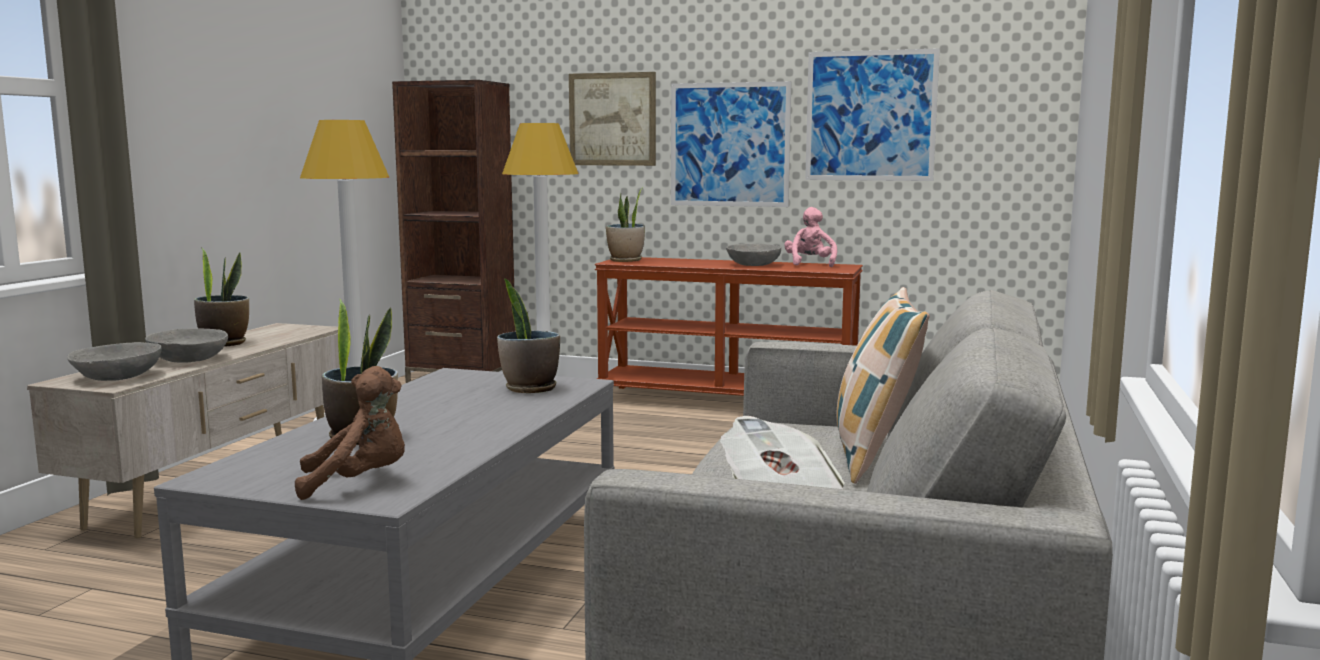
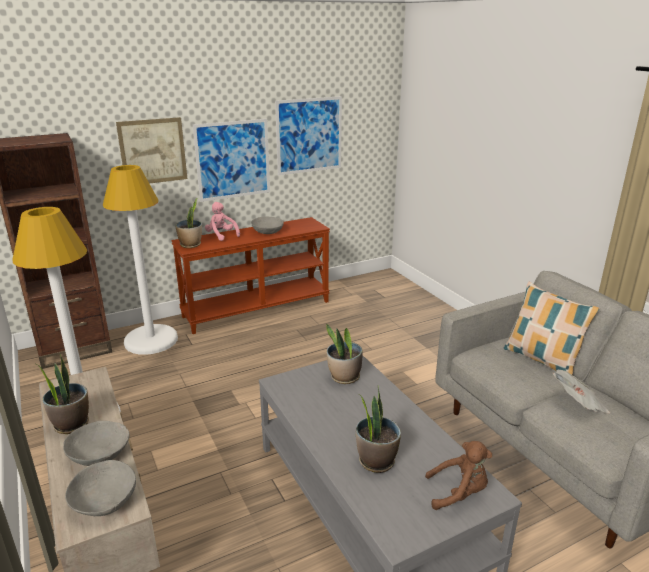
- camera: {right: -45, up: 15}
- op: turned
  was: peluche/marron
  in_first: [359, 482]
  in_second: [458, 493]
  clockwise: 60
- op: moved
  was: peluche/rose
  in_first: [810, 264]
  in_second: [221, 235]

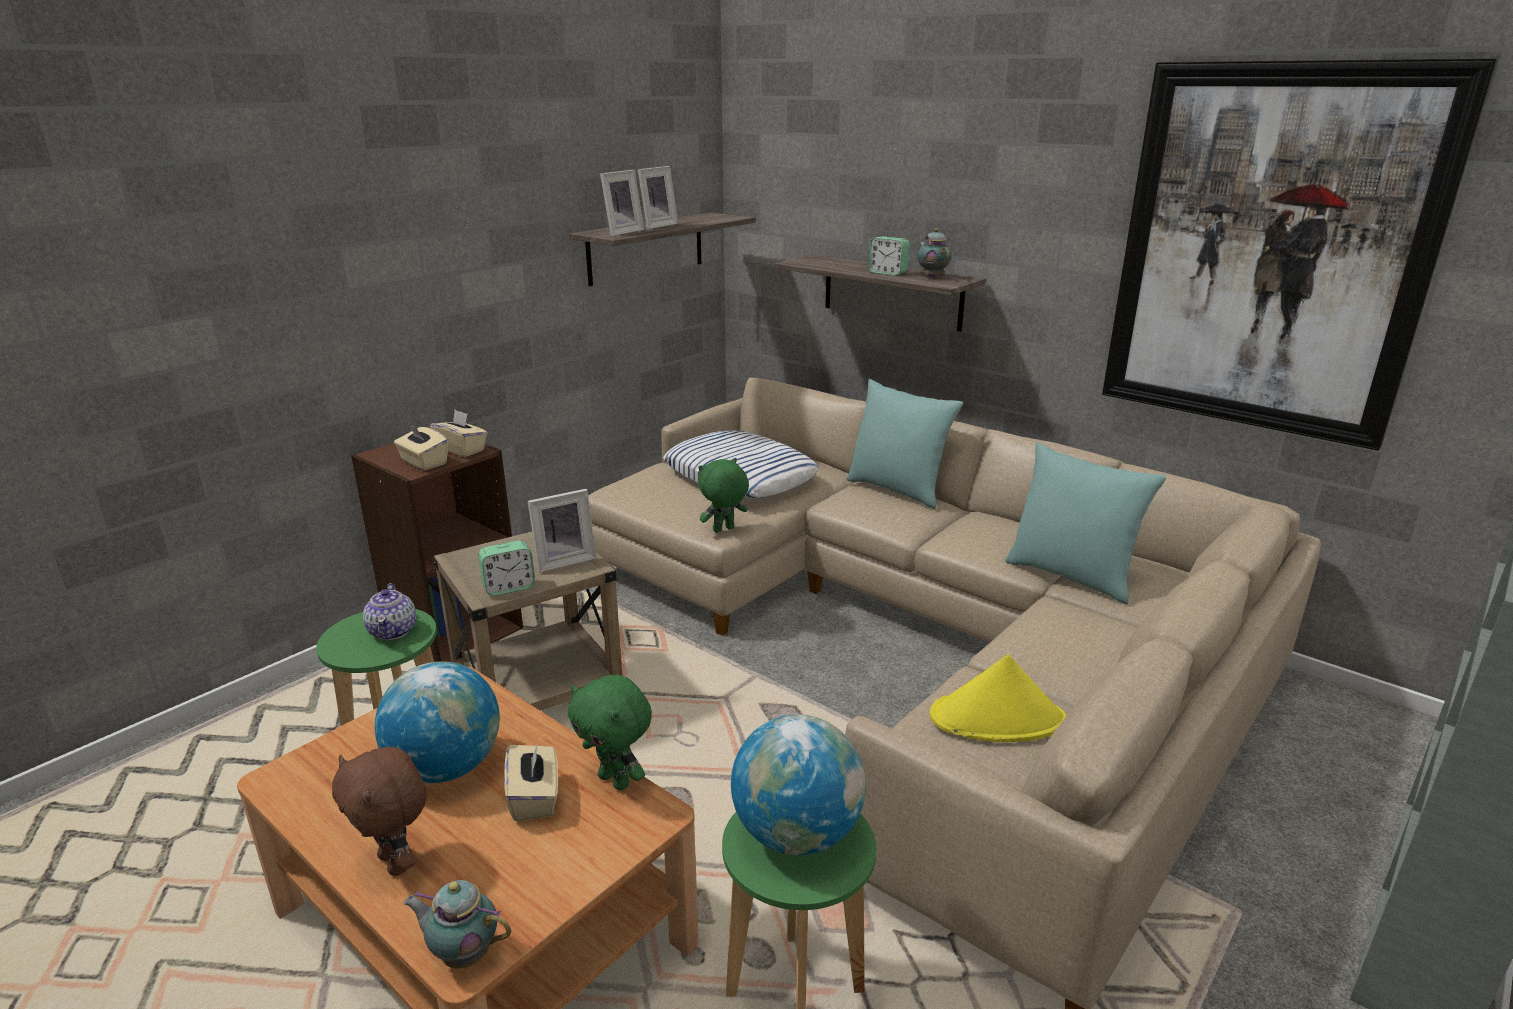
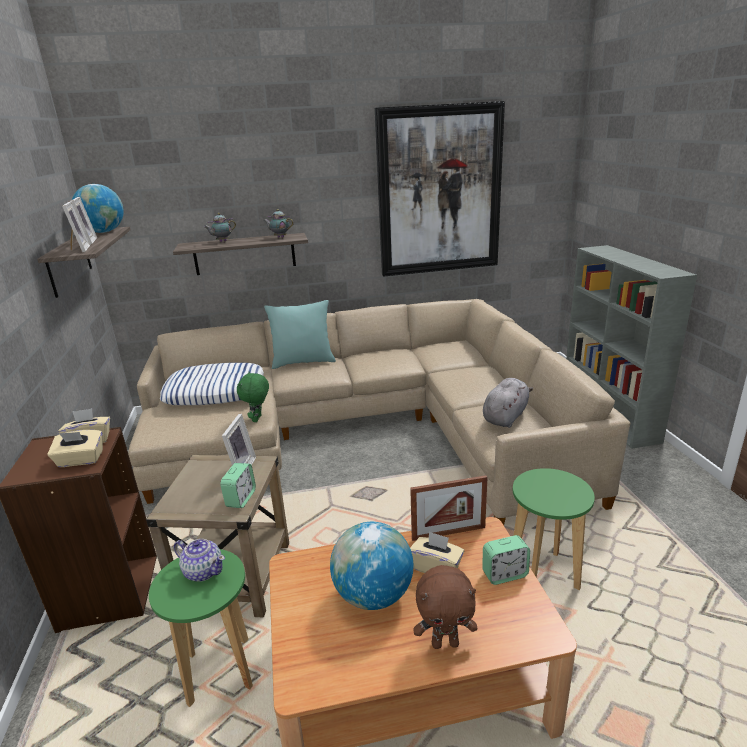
- camera: {right: -50, up: 0}
- op: moved
  was: théière
  in_first: [463, 954]
  in_second: [222, 241]
- op: replaced
  was: peluche/vert
  now: cadre photo
  in_first: [616, 780]
  in_second: [448, 533]
- op: moved
  was: globe
  in_first: [797, 834]
  in_second: [103, 232]
- op: moved
  was: réveil
  in_first: [887, 273]
  in_second: [504, 574]
- op: replaced
  was: chapeau/jaune
  now: peluche/gris
  in_first: [997, 719]
  in_second: [505, 416]
- op: removed
  was: coussin/turquoise
  in_first: [1071, 576]

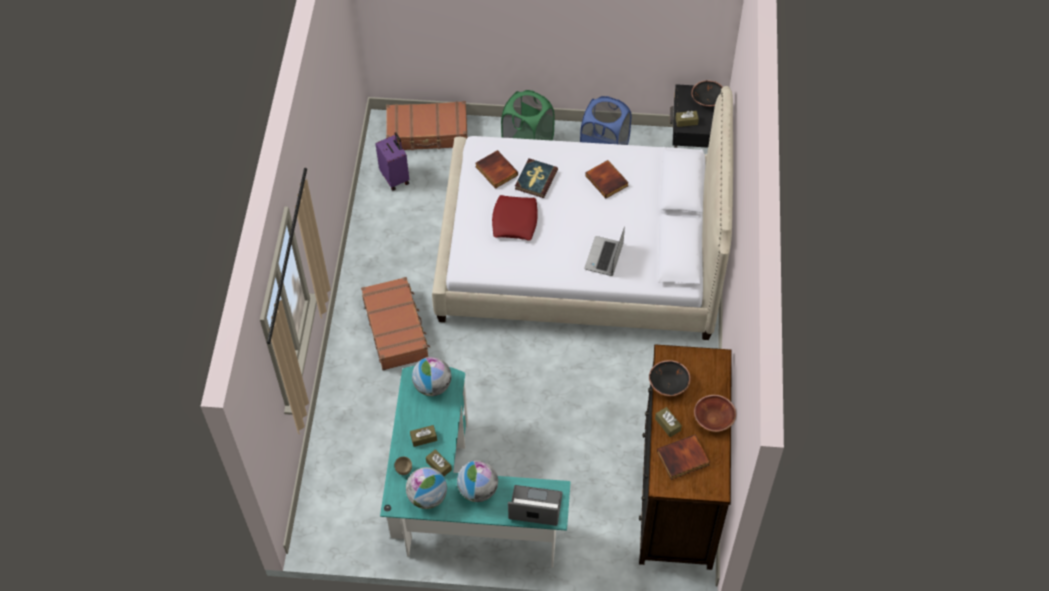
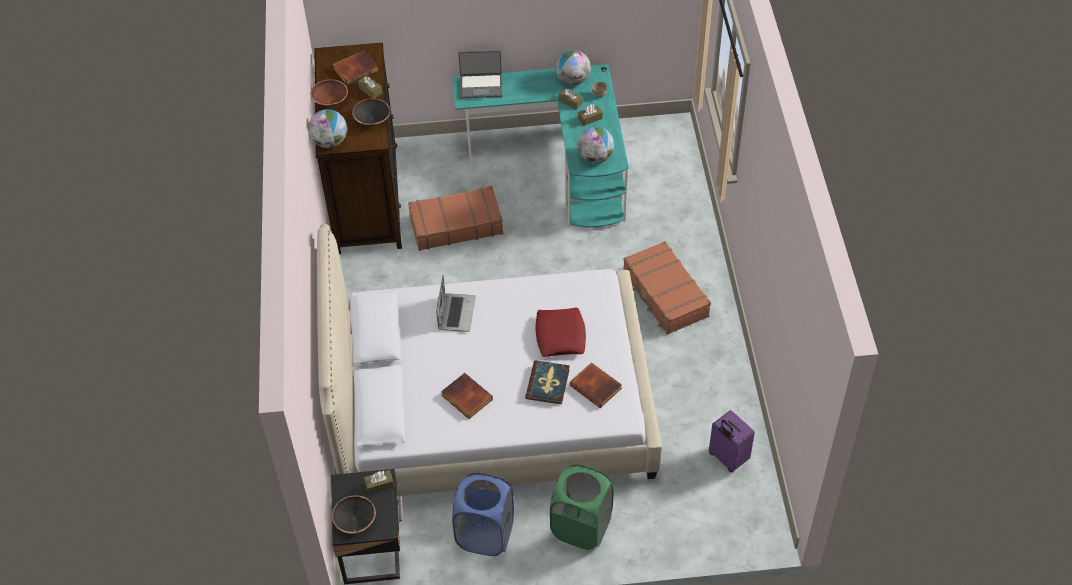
- camera: {right: 170, up: -5}
- op: moved
  was: valise/marron
  in_first: [427, 133]
  in_second: [455, 225]
- op: moved
  was: globe
  in_first: [478, 490]
  in_second: [330, 142]

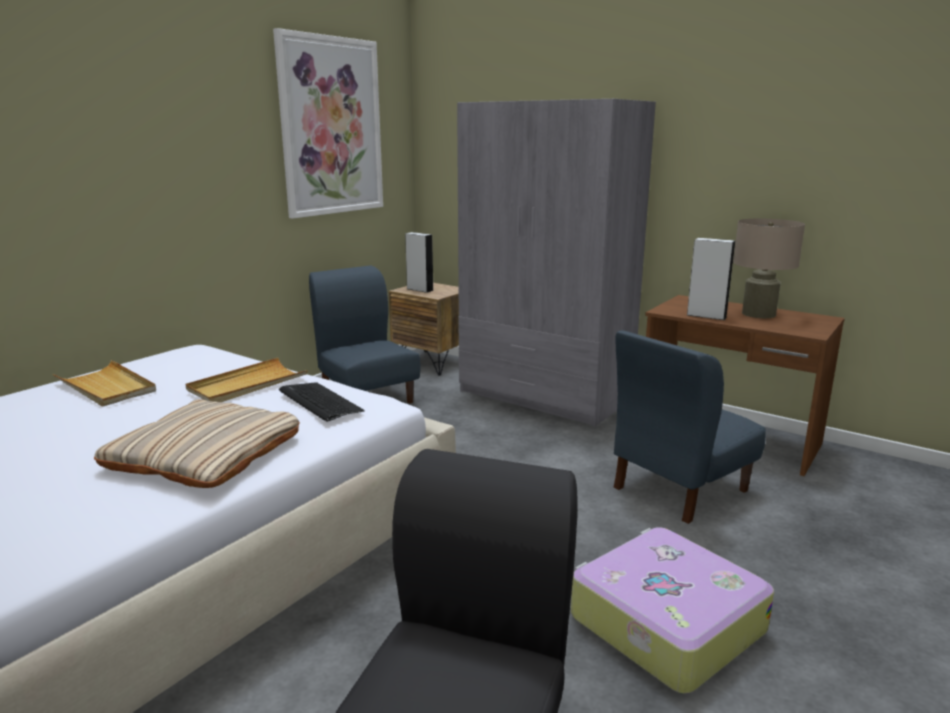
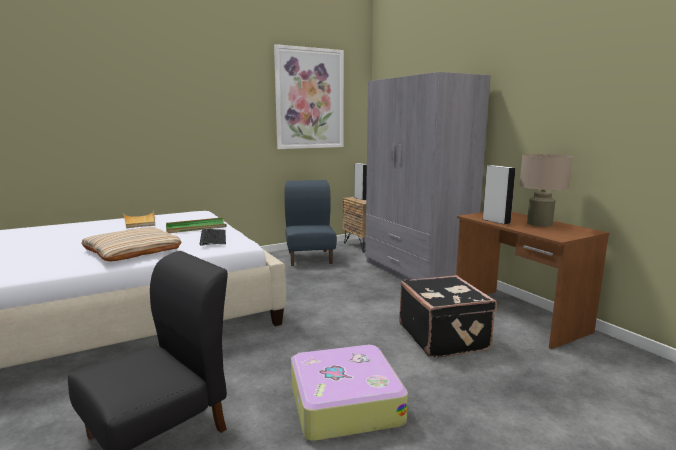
- camera: {right: 25, up: -5}
- op: recoloured
  was: plateau/beige
  now: plateau/vert
  in_first: [247, 385]
  in_second: [196, 228]
- op: replaced
  was: chaise/bleu
  now: valise/noir
  in_first: [678, 489]
  in_second: [444, 337]

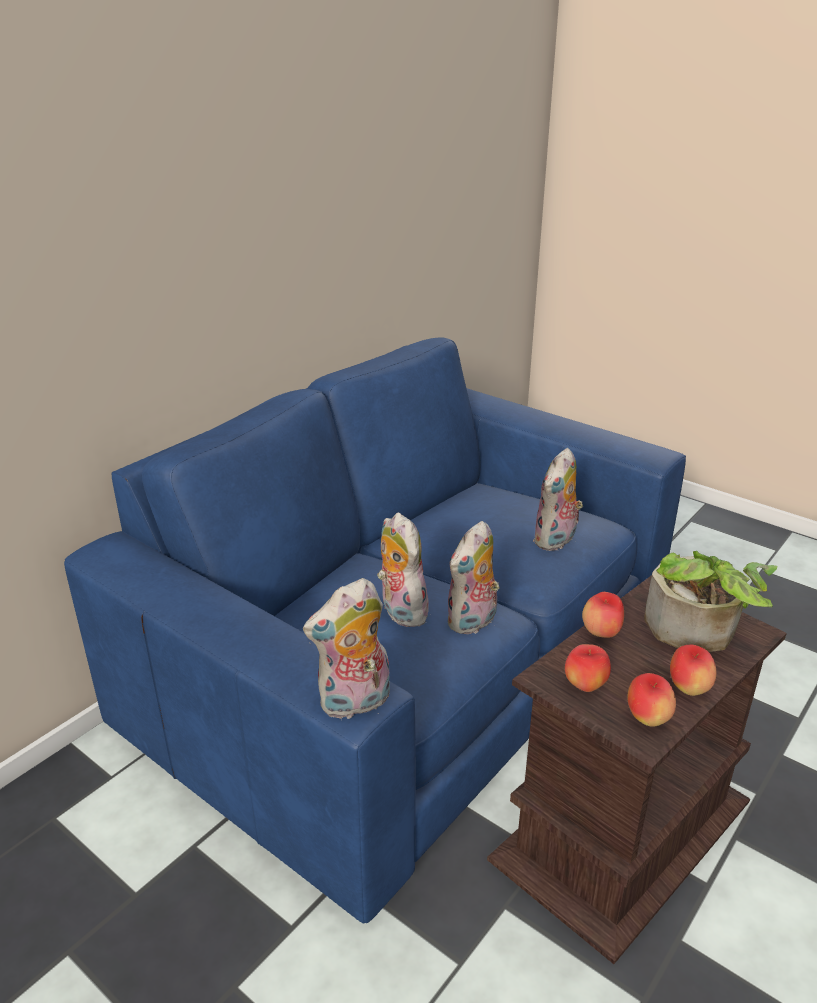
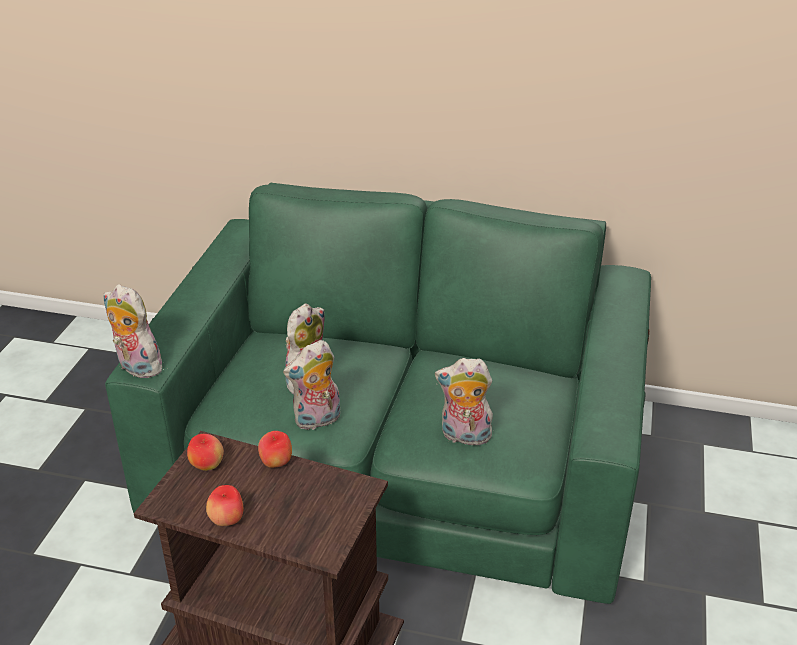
- camera: {right: 65, up: 5}
- op: recoloured
  was: canapé/bleu
  now: canapé/vert
  in_first: [408, 661]
  in_second: [400, 458]
- op: turned
  was: peluche
  in_first: [473, 623]
  in_second: [317, 421]
  clockwise: -45
- op: removed
  was: pomme
  in_first: [647, 719]
- op: removed
  was: plante en pot
  in_first: [697, 633]

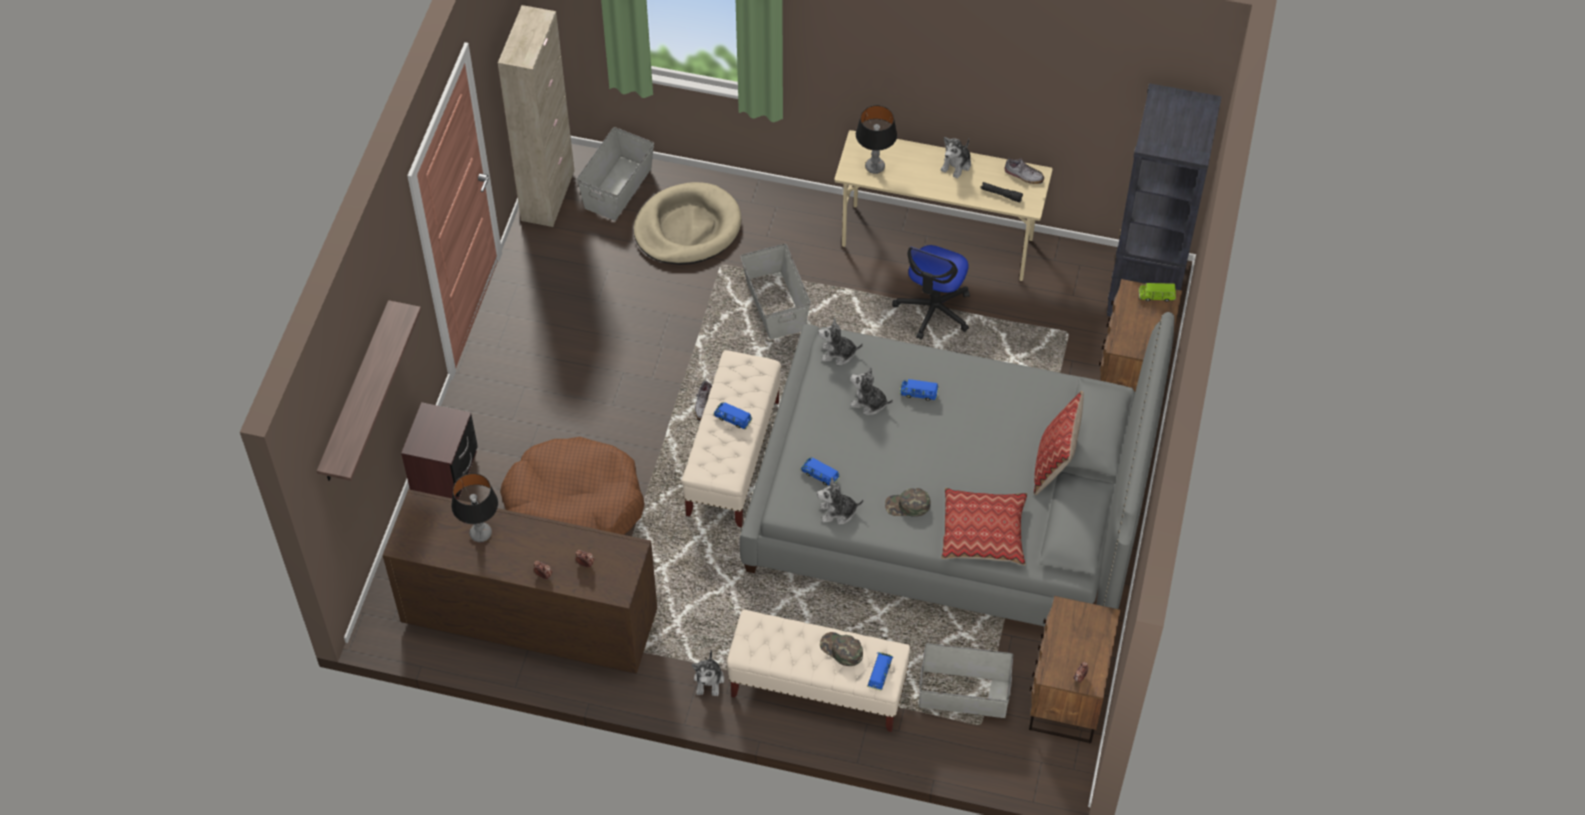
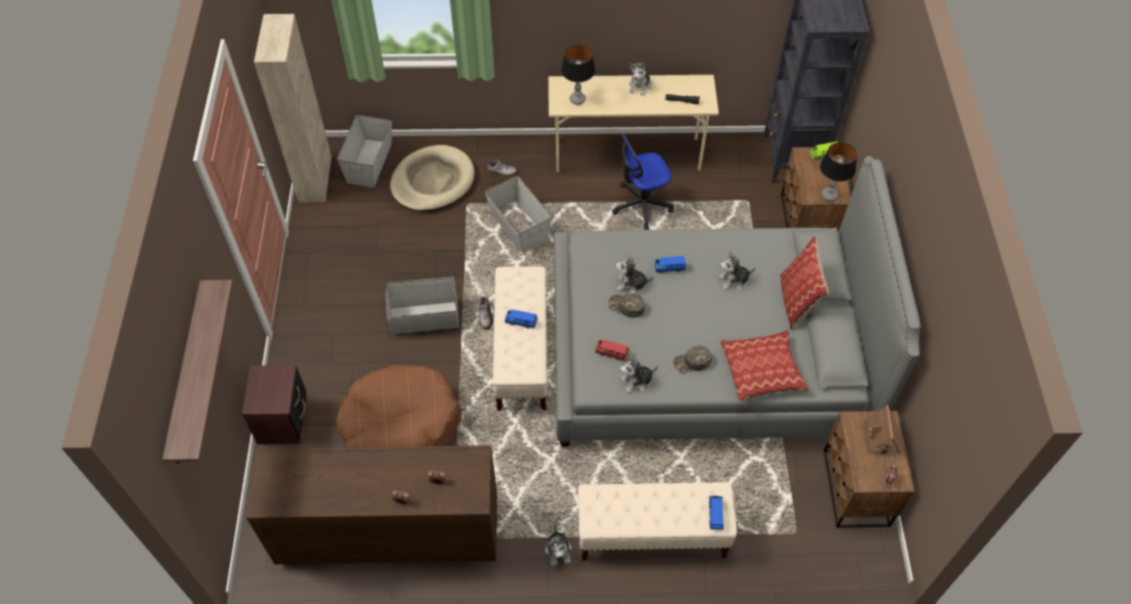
- camera: {right: -15, up: 0}
- op: moved
  was: lampe de table
  in_first: [481, 533]
  in_second: [829, 195]
- op: recoloured
  was: petite voiture/bleu
  now: petite voiture/rouge
  in_first: [820, 475]
  in_second: [611, 353]
- op: moved
  was: peluche
  in_first: [838, 353]
  in_second: [733, 280]
- op: moved
  was: casquette/vert
  in_first: [841, 650]
  in_second: [626, 306]
- op: turned
  was: chaise de bureau
  in_first: [933, 310]
  in_second: [641, 205]
  clockwise: 60
- op: moved
  was: boîte de rangement/gris
  in_first: [963, 694]
  in_second: [424, 317]
- op: moved
  was: chaussure
  in_first: [1023, 175]
  in_second: [501, 171]
- op: added
  now: maison miniature
  in_second: [881, 441]

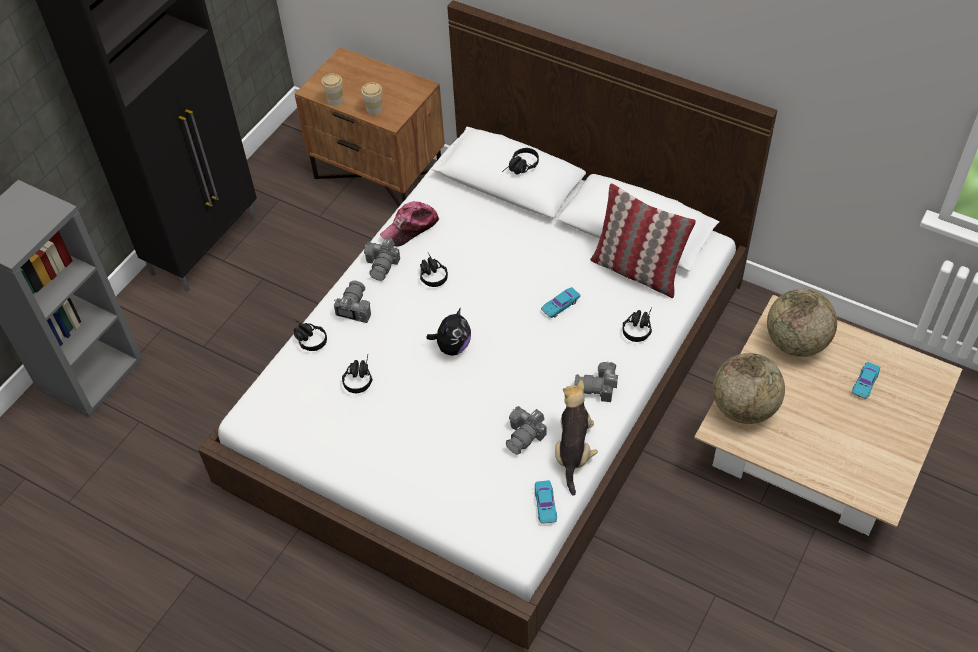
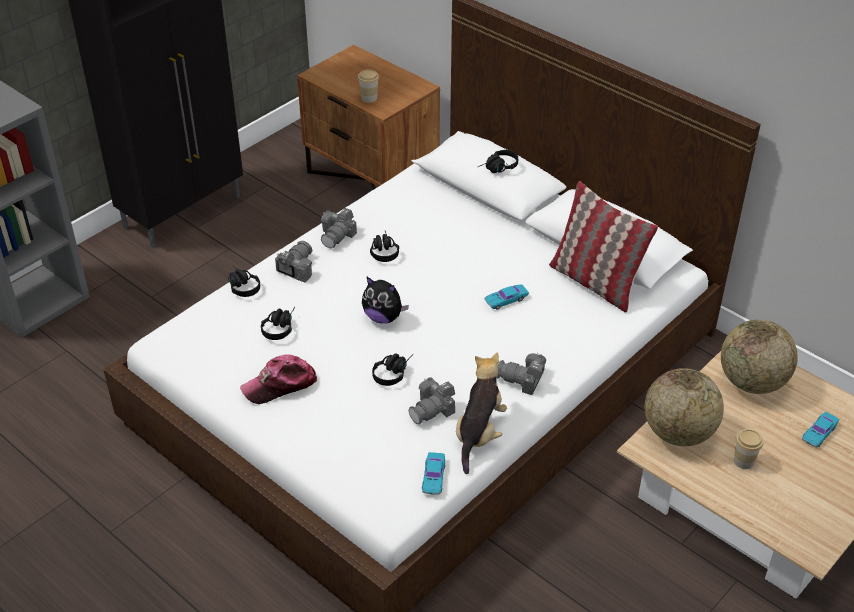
- camera: {right: 10, up: -10}
- op: moved
  was: tasse
  in_first: [335, 100]
  in_second: [743, 461]
- op: moved
  was: casquette
  in_first: [410, 228]
  in_second: [280, 385]
- op: turned
  was: peluche
  in_first: [452, 347]
  in_second: [383, 317]
  clockwise: 75
- op: moved
  was: casque audio/noir
  in_first: [638, 327]
  in_second: [393, 372]

